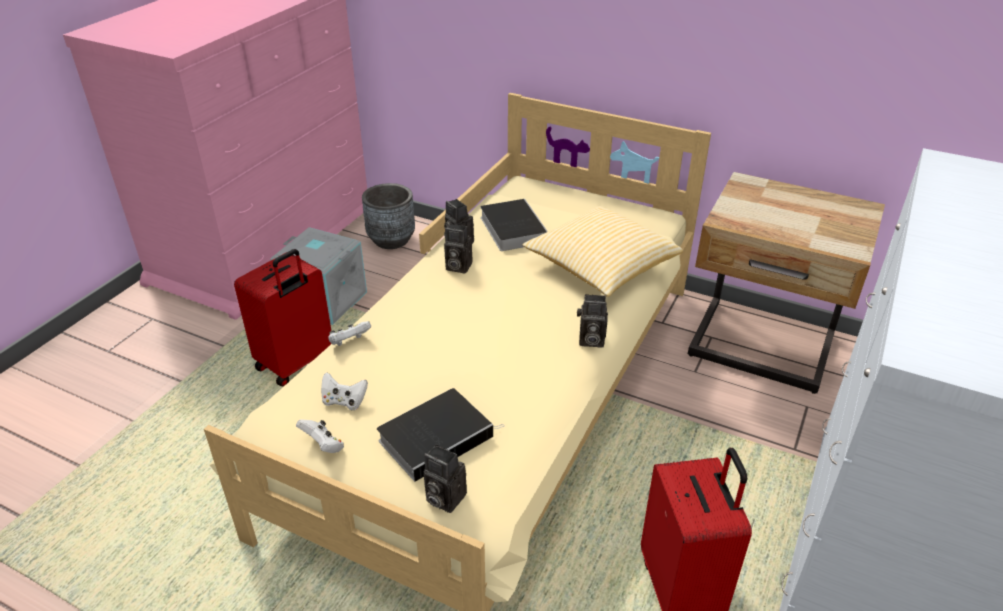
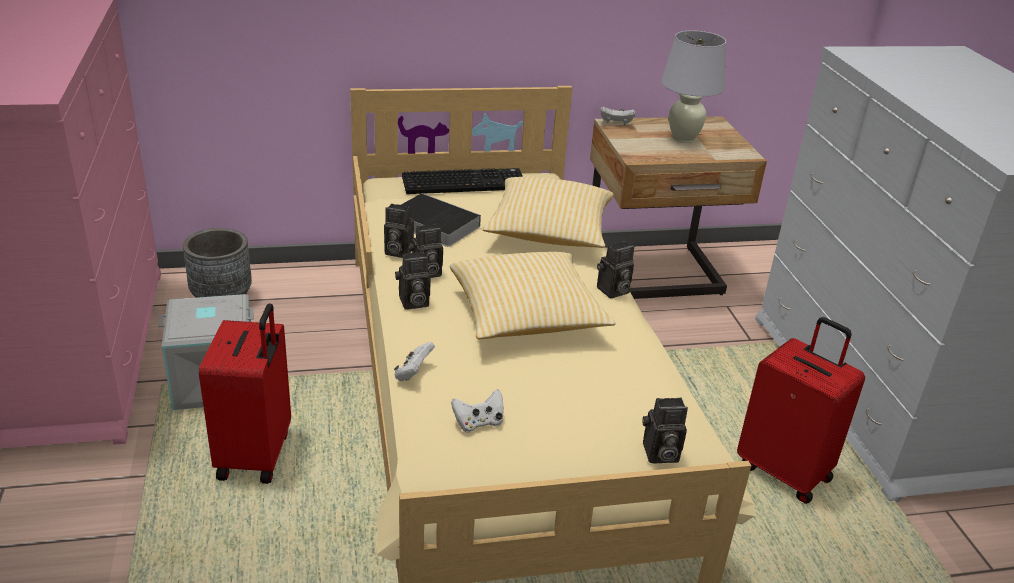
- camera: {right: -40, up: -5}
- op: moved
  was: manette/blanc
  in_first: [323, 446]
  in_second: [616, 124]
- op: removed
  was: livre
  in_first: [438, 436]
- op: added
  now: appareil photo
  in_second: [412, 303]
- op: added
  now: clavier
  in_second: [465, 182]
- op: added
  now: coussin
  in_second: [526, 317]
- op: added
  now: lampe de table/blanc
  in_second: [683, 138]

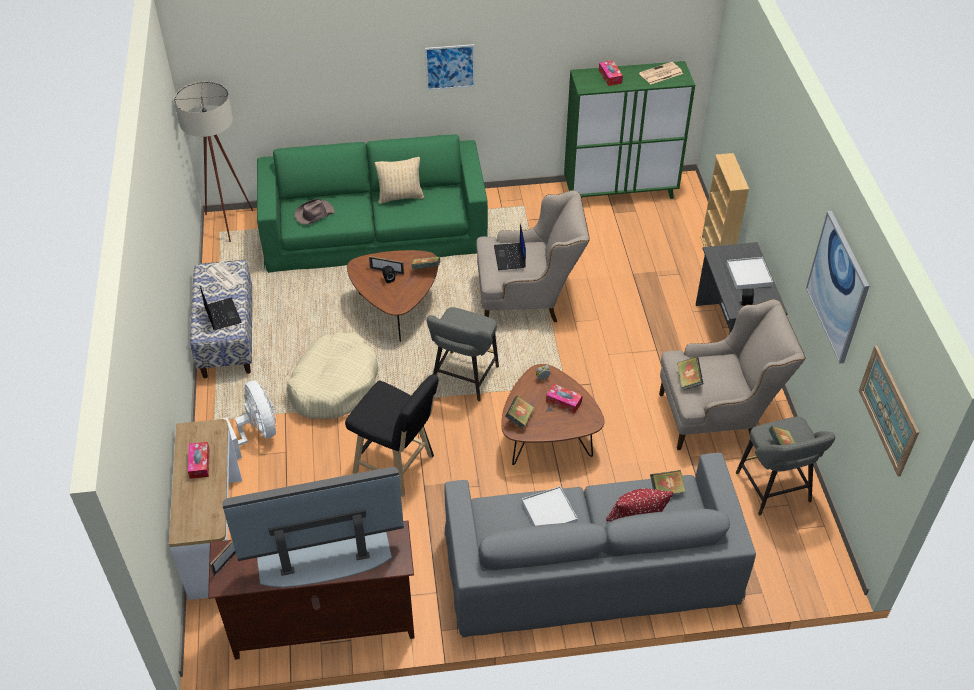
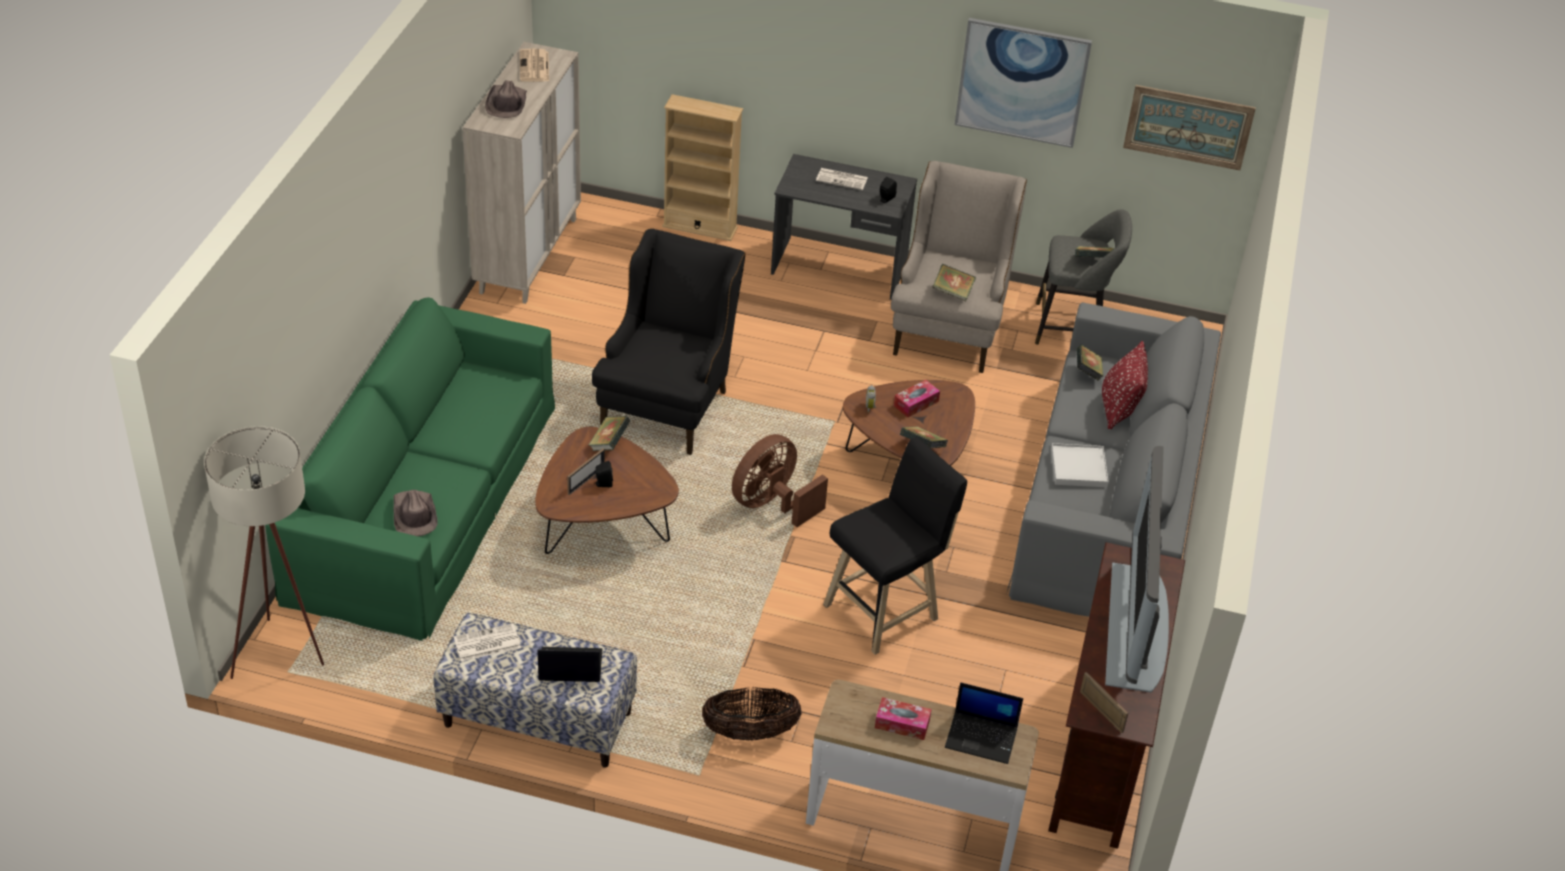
- camera: {right: -70, up: -5}
- op: replaced
  was: ventilateur/blanc
  now: panier
  in_first: [257, 432]
  in_second: [750, 732]
- op: removed
  was: panier pour chien/beige
  in_first: [334, 385]
- op: removed
  was: coussin/beige
  in_first: [400, 197]
- op: removed
  was: tableau
  in_first: [450, 67]
- op: replaced
  was: tabouret/gris
  now: ventilateur/marron
  in_first: [463, 379]
  in_second: [772, 504]
- op: recoloured
  was: fauteuil/beige
  now: fauteuil/noir
  in_first: [528, 299]
  in_second: [669, 401]
- op: moved
  was: ordinateur portable
  in_first: [510, 257]
  in_second: [982, 737]
- op: recoloured
  was: meuble de rangement/vert
  now: meuble de rangement/beige
  in_first: [620, 191]
  in_second: [528, 255]
- op: replaced
  was: boîte à mouchoirs
  now: chapeau/marron
  in_first: [610, 77]
  in_second: [506, 103]
- op: replaced
  was: plateau/blanc
  now: journal
  in_first: [749, 275]
  in_second: [842, 179]

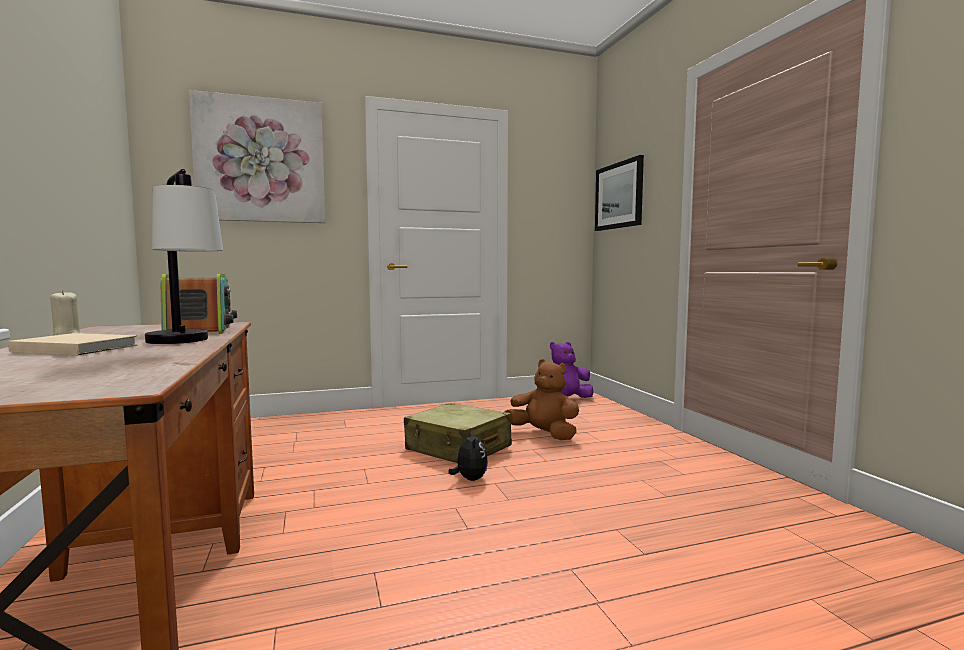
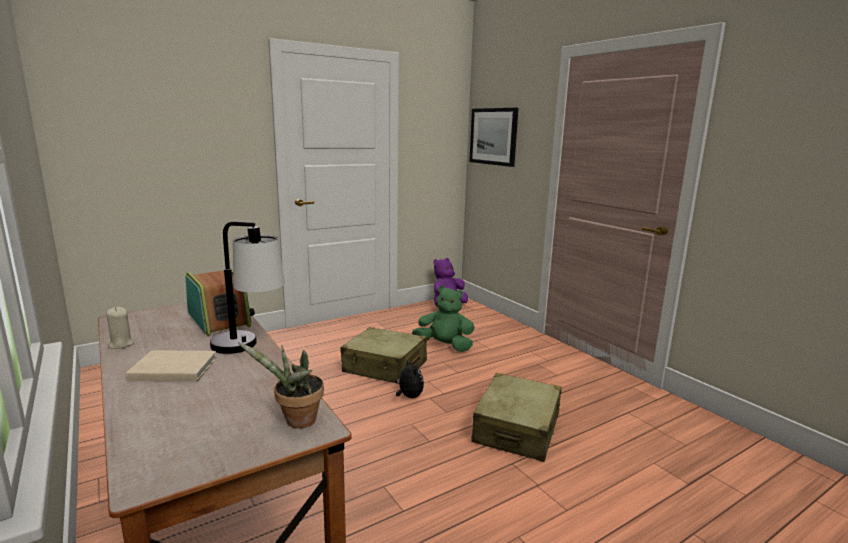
- camera: {right: -15, up: 10}
- op: removed
  was: tableau
  in_first: [260, 160]
- op: recoloured
  was: peluche/marron
  now: peluche/vert
  in_first: [543, 434]
  in_second: [444, 346]
- op: added
  now: plante en pot
  in_second: [296, 422]
- op: added
  now: valise/beige
  in_second: [517, 429]

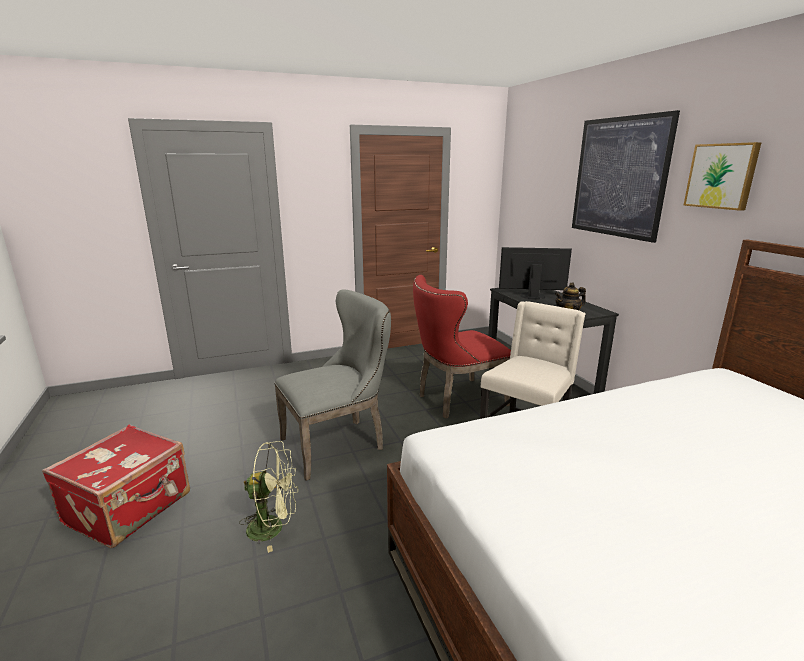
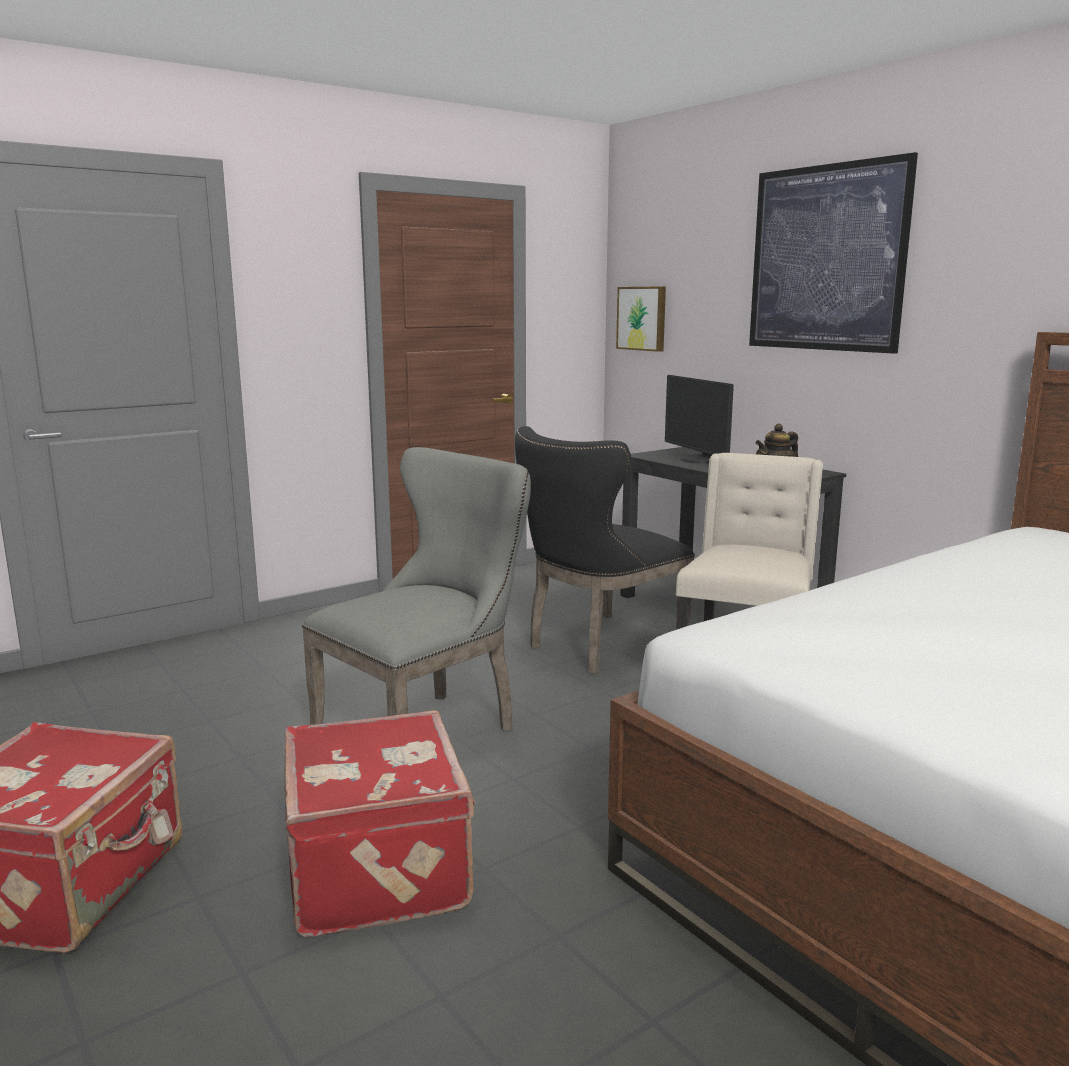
- camera: {right: -15, up: -5}
- op: replaced
  was: ventilateur/vert
  now: valise/rouge
  in_first: [273, 527]
  in_second: [381, 868]
- op: recoloured
  was: chaise/rouge
  now: chaise/noir
  in_first: [456, 400]
  in_second: [598, 646]
- op: turned
  was: écran d'ordinateur
  in_first: [532, 296]
  in_second: [698, 460]
  clockwise: -105
- op: moved
  was: tableau
  in_first: [722, 176]
  in_second: [643, 318]

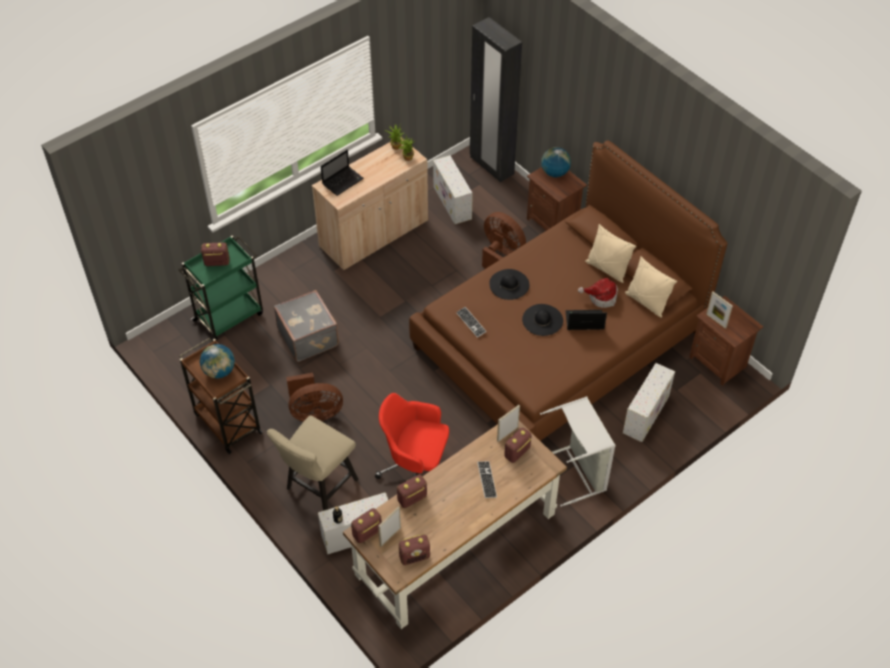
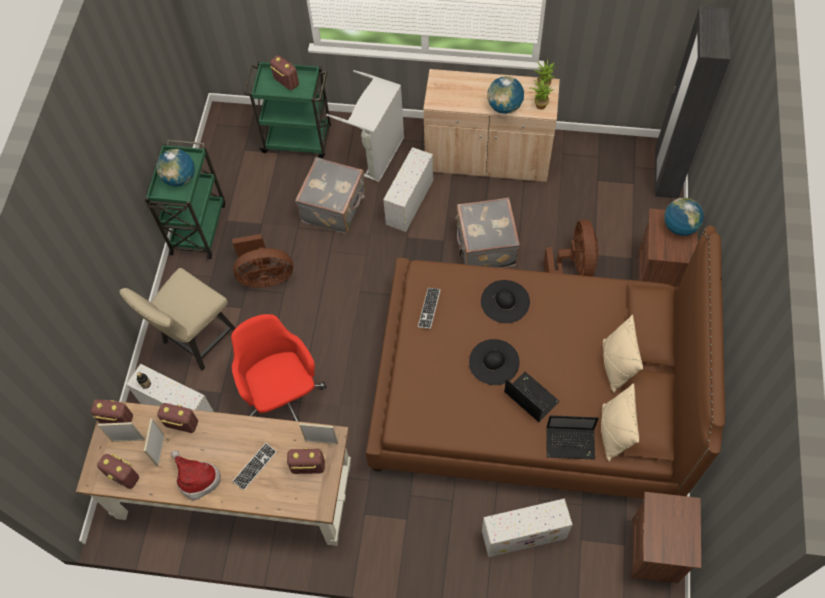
- camera: {right: 50, up: 10}
- op: recoloured
  was: chariot/marron
  now: chariot/vert
  in_first: [227, 422]
  in_second: [198, 227]
- op: turned
  was: chaise/beige
  in_first: [318, 487]
  in_second: [197, 341]
  clockwise: -45
- op: turned
  was: ventilateur/marron
  in_first: [314, 413]
  in_second: [265, 276]
  clockwise: -45
- op: moved
  was: ordinateur portable
  in_first: [343, 181]
  in_second: [571, 443]
- op: moved
  was: boîte de rangement/blanc
  in_first: [452, 203]
  in_second: [409, 203]
- op: moved
  was: panier à linge/gris
  in_first: [577, 472]
  in_second: [377, 154]
- op: moved
  was: chapeau
  in_first: [601, 297]
  in_second: [197, 479]
- op: moved
  was: cadre photo
  in_first: [716, 321]
  in_second: [160, 450]
- op: added
  now: valise/gris
  in_second: [485, 246]
- op: added
  now: globe
  in_second: [504, 107]

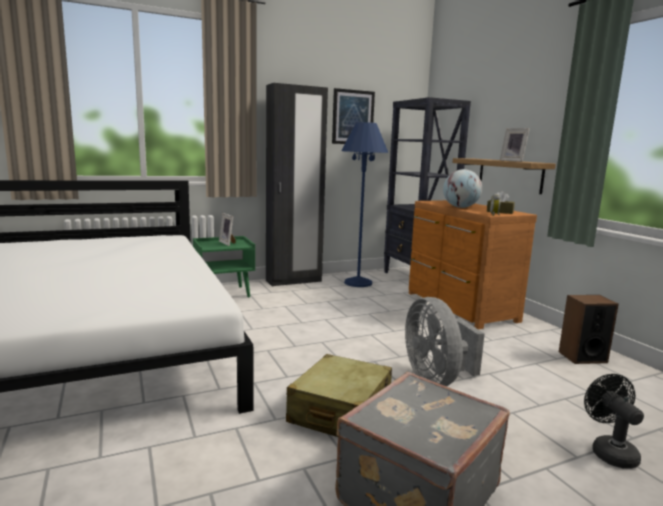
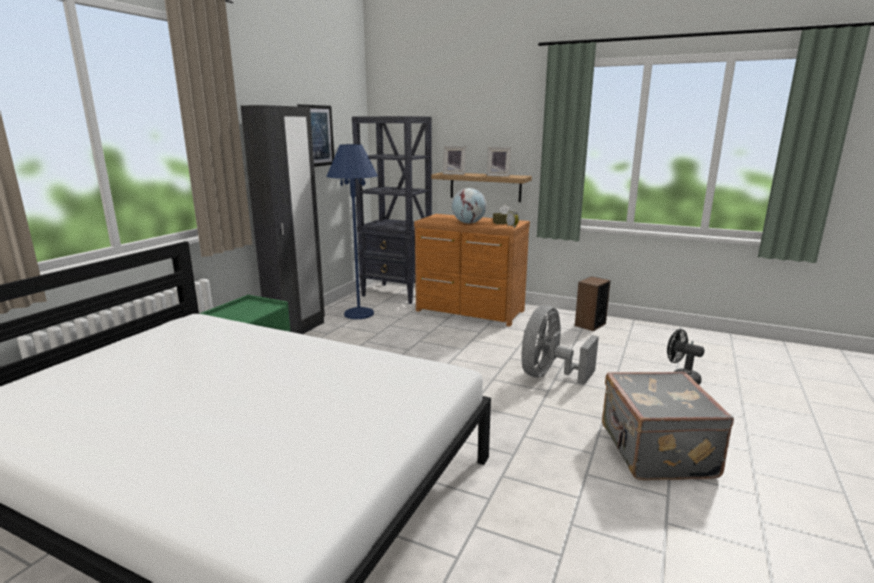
- camera: {right: -40, up: 5}
- op: moved
  was: cadre photo
  in_first: [228, 243]
  in_second: [454, 174]
- op: removed
  was: valise/beige
  in_first: [340, 411]
- op: turned
  was: ventilateur/gris
  in_first: [436, 379]
  in_second: [549, 375]
  clockwise: 90

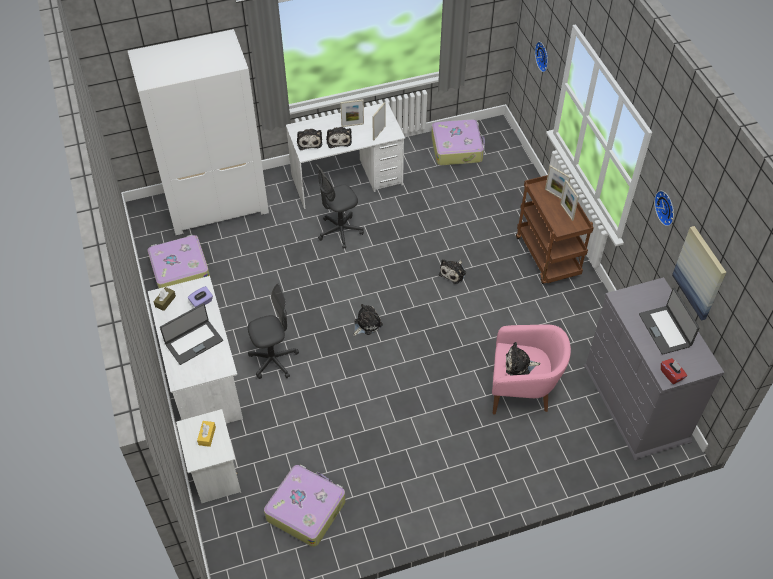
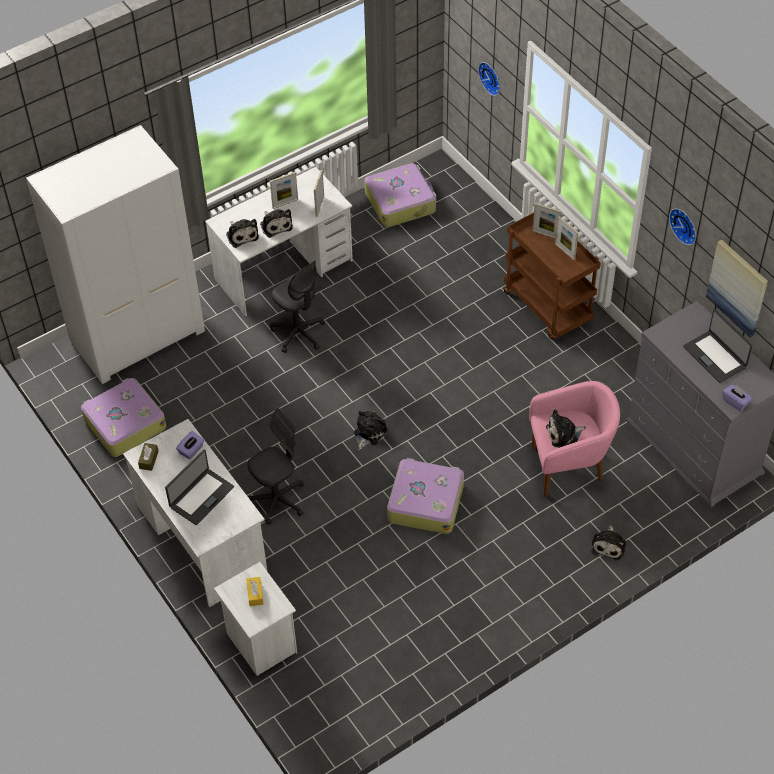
- camera: {right: -15, up: 0}
- op: moved
  was: valise
  in_first: [306, 509]
  in_second: [425, 502]
- op: turned
  was: chaise de bureau/gris
  in_first: [340, 231]
  in_second: [298, 333]
  clockwise: -90
- op: moved
  was: peluche
  in_first: [453, 273]
  in_second: [609, 545]
- op: recoloured
  was: boîte à mouchoirs/rouge
  now: boîte à mouchoirs/violet
  in_first: [671, 375]
  in_second: [735, 402]

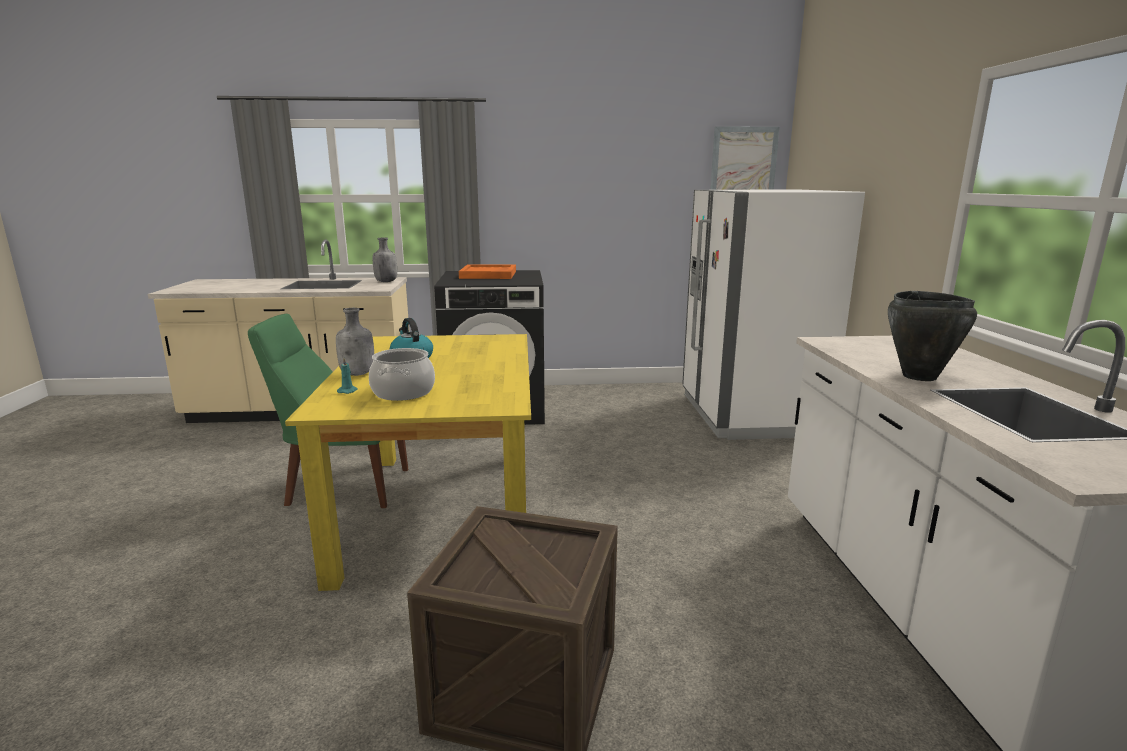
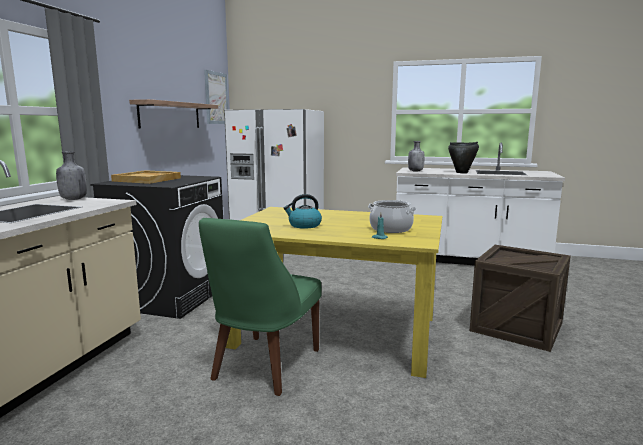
- camera: {right: -70, up: -5}
- op: moved
  was: bouteille/gris
  in_first: [358, 374]
  in_second: [415, 171]
- op: recoloured
  was: plateau/orange
  now: plateau/beige
  in_first: [489, 275]
  in_second: [147, 179]
- op: added
  now: étagère
  in_second: [170, 115]

